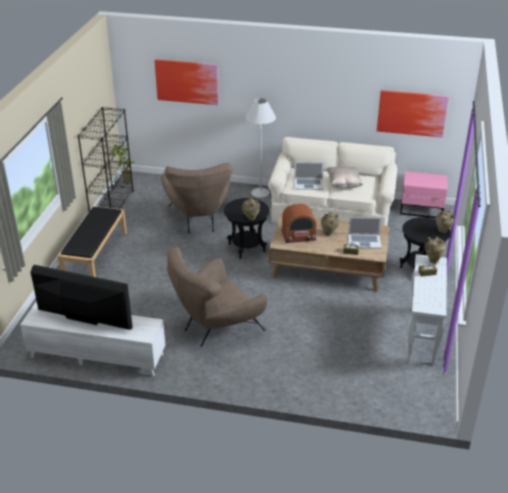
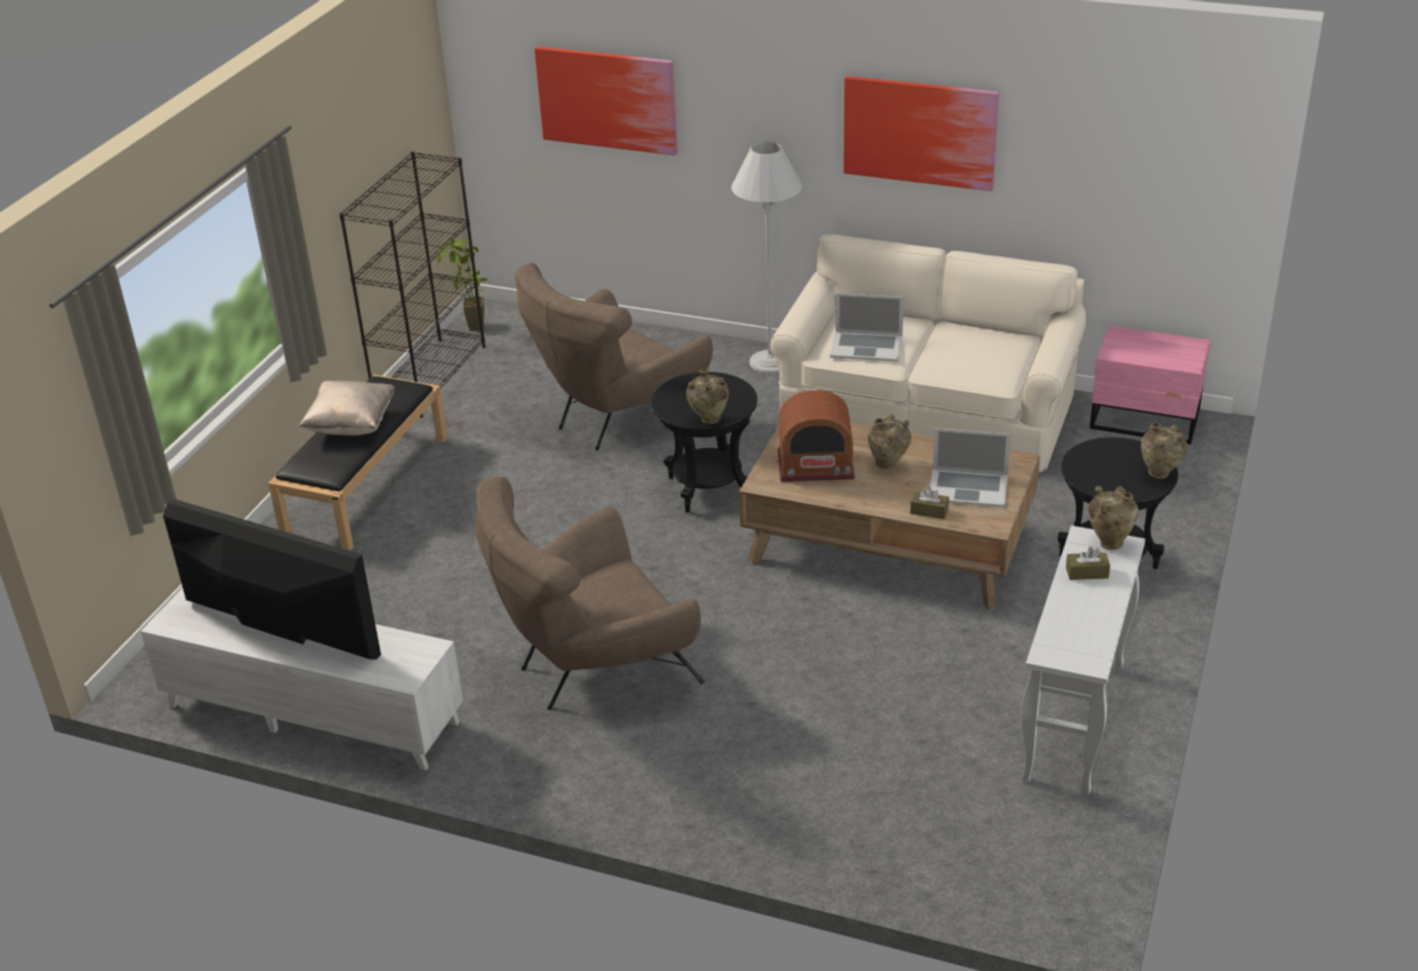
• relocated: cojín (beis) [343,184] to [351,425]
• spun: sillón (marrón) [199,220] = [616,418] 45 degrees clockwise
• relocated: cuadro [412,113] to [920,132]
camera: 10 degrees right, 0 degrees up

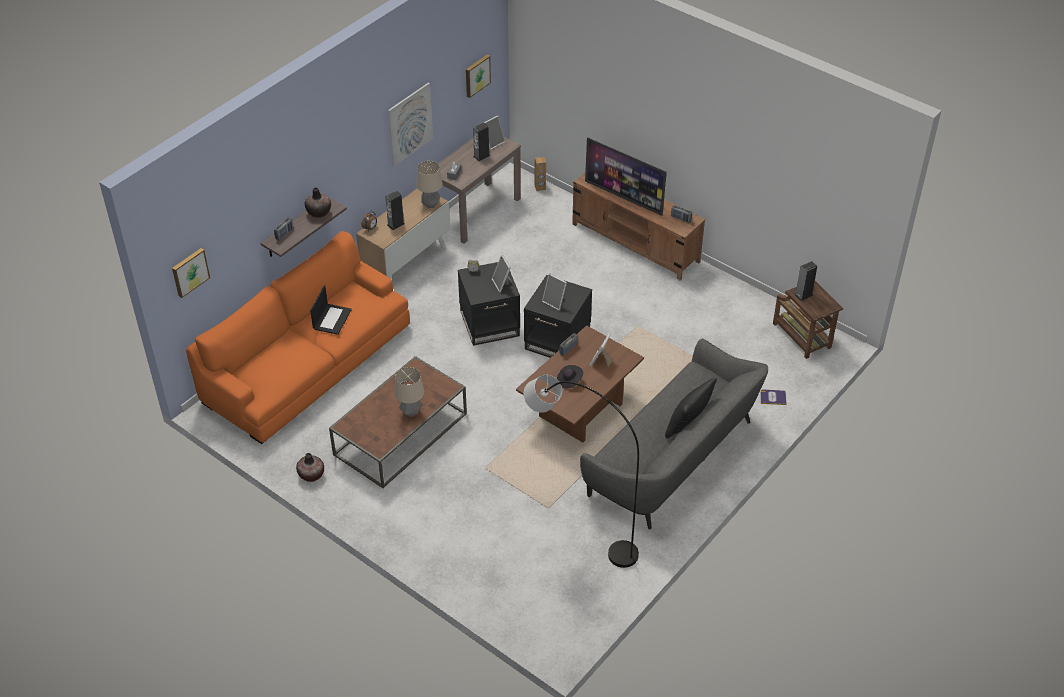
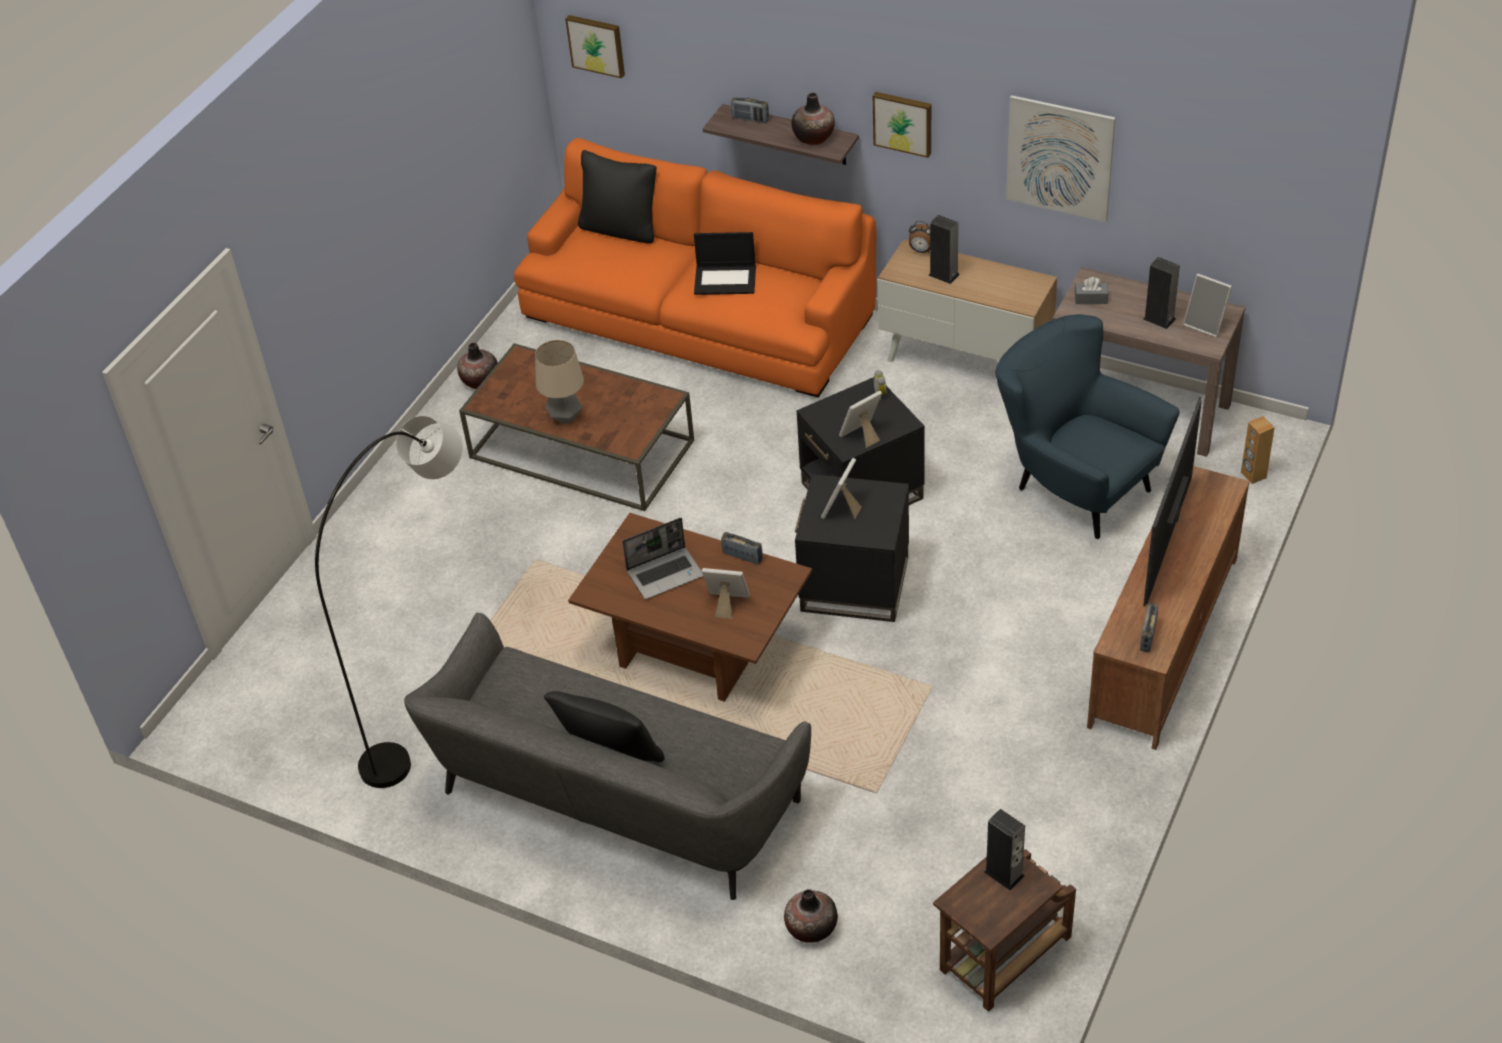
• appeared: cojín (negro) [621,229]
• exchanged: sombrero (negro) [569,381] to portátil [665,573]
• exchanged: libro [773,397] to florero [811,928]
• relocated: cuadro [476,75] to [903,122]
• appeared: sillón (azul) [1074,486]
• missing: lámpara de mesa [430,205]
camera: 80 degrees right, 0 degrees up

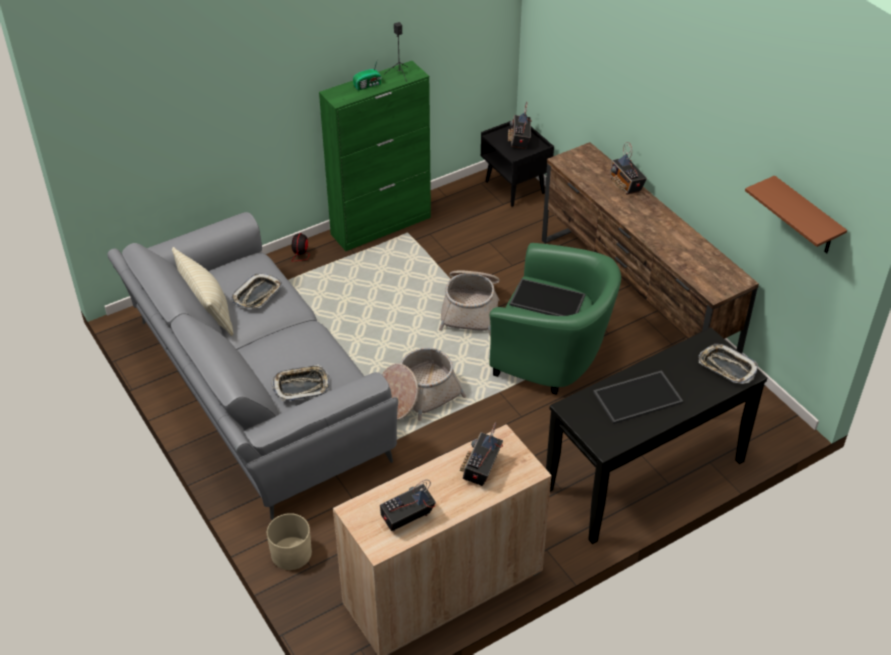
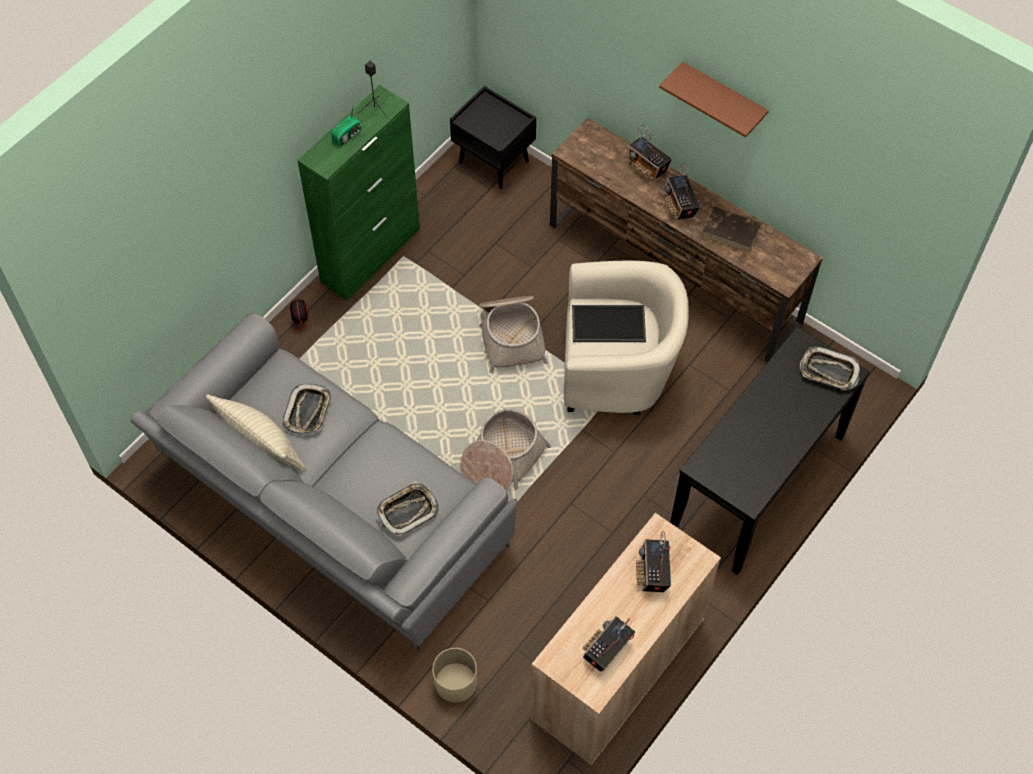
• colour: sillón (verde) [553,357] to sillón (beis) [618,370]
• relocated: estante (marrón) [806,217] to [722,99]
• relocated: radio [519,141] to [680,206]
• appeared: libro (marrón) [732,231]
• missing: bandeja [638,396]
camera: 20 degrees left, 15 degrees up

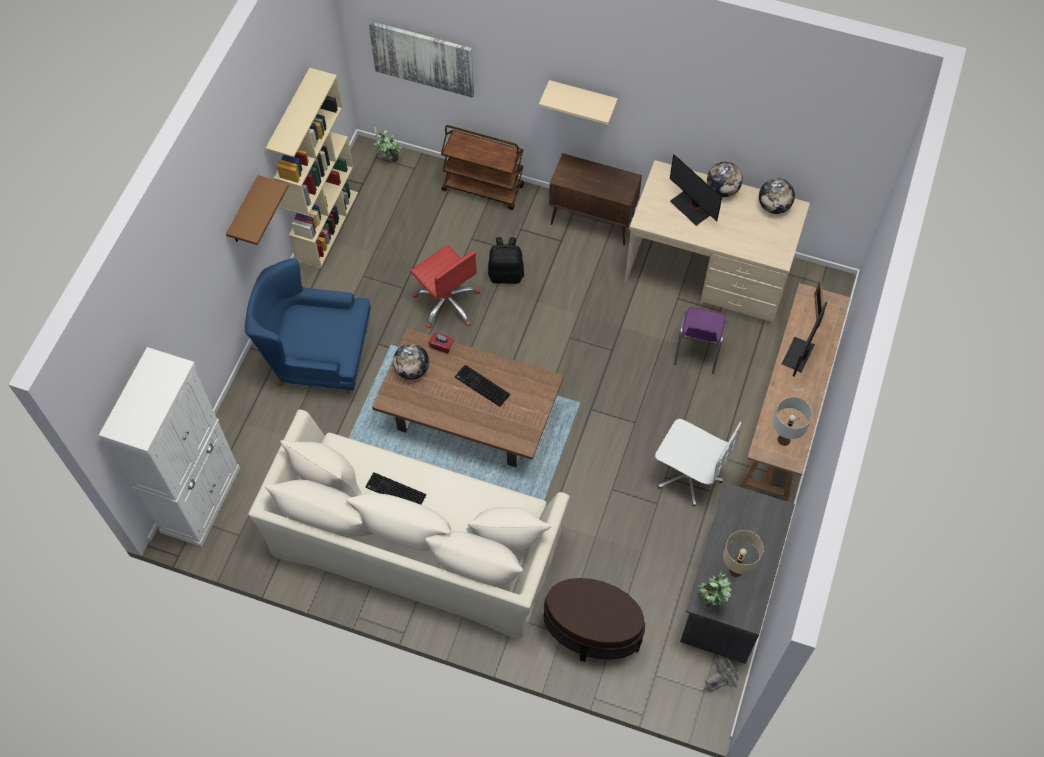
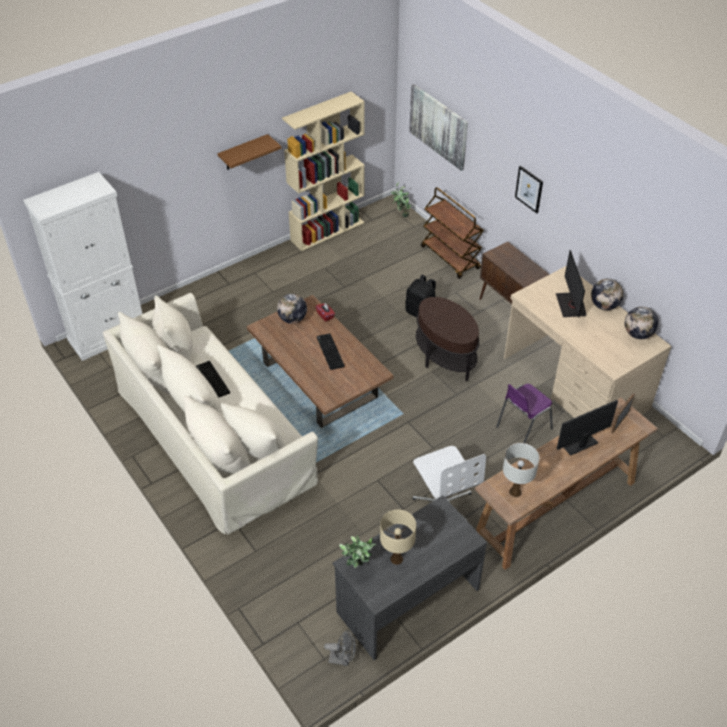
• relocated: mesa auxiliar (marrón) [592,632] to [445,357]
• exchanged: estante (beis) [582,98] to cuadro [529,189]
• missing: sillón (azul) [317,356]
• missing: silla de oficina (rojo) [447,302]
camera: 35 degrees right, 15 degrees down

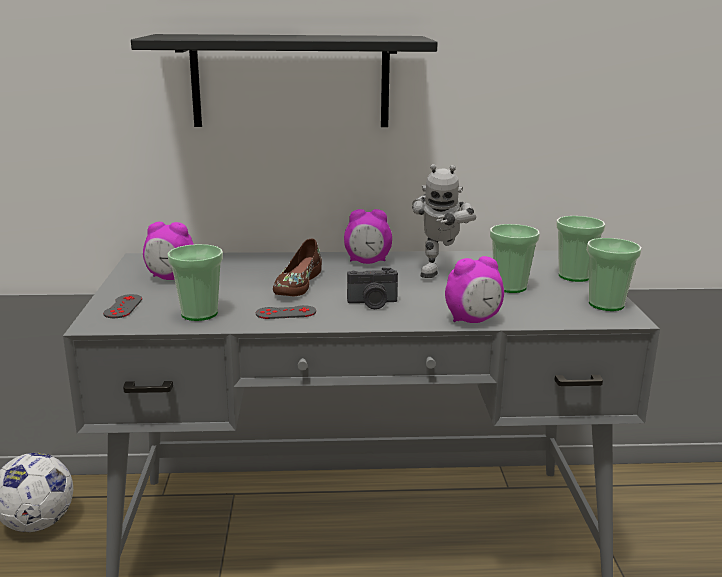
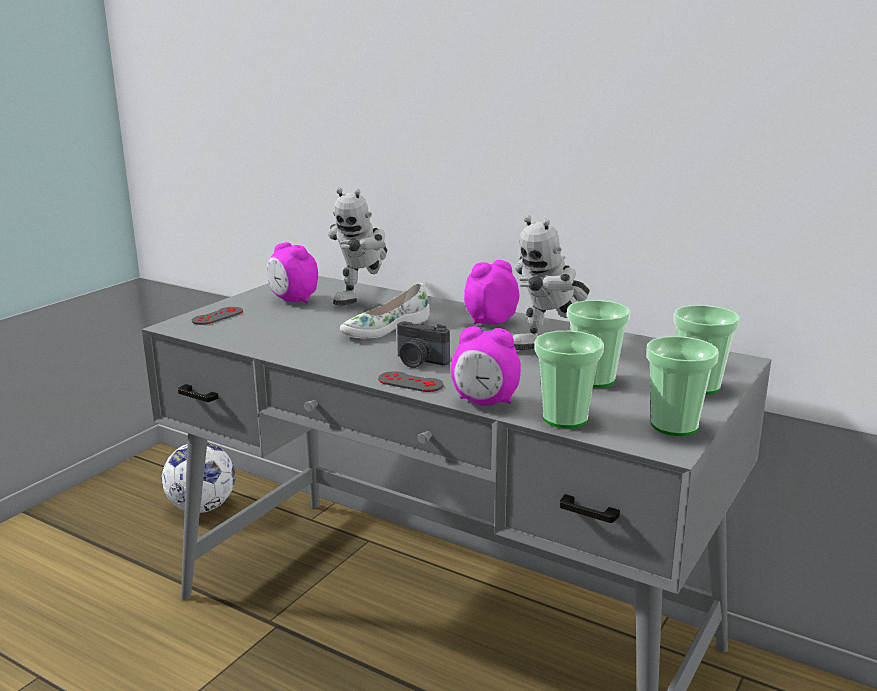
• appeared: robot de juguete [363,299]
• colour: zapato (marrón) [297,284] to zapato (blanco) [385,328]
• relocated: mando de consola (gris) [286,313] to [410,382]
• spun: despertador [367,262] = [490,321] 120 degrees clockwise
• relocated: taza [199,314] to [565,418]
• missing: estante (negro) [290,81]
camera: 35 degrees right, 0 degrees up

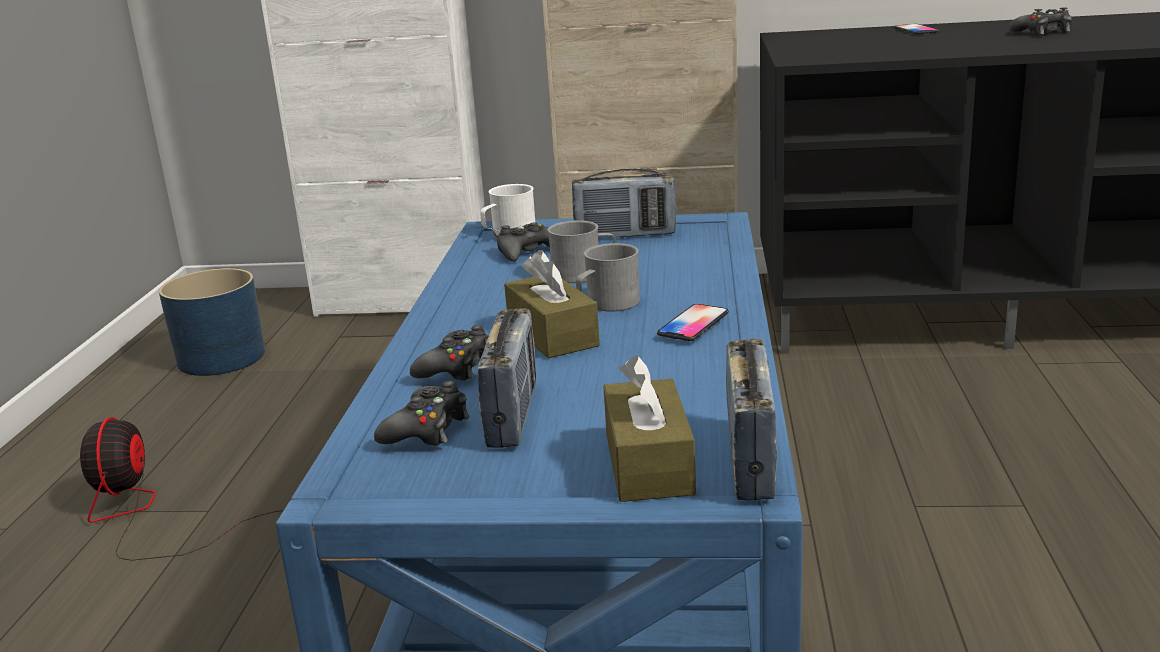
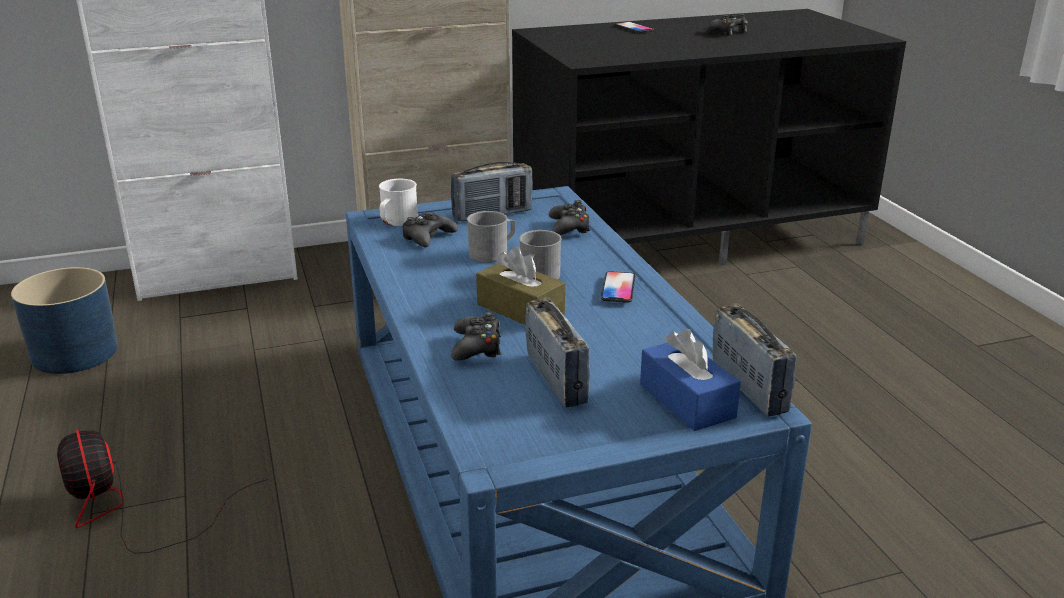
• relocated: mando de consola (negro) [426,429] to [569,227]
• colour: caja de pañuelos (marrón) [648,464] to caja de pañuelos (azul) [687,401]
camera: 25 degrees left, 5 degrees up

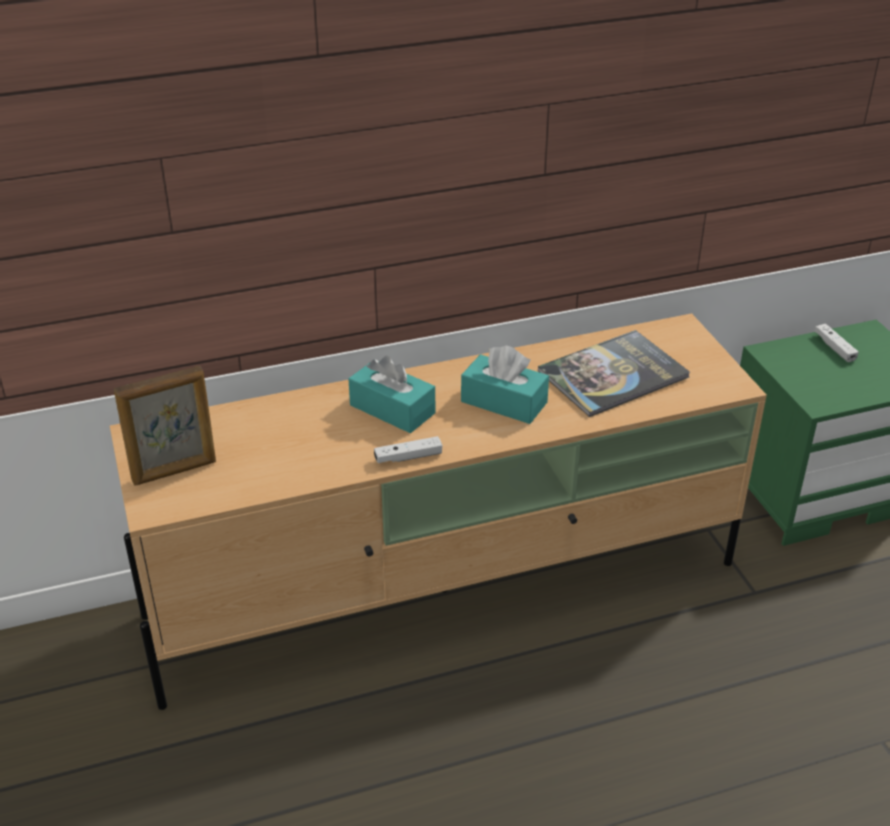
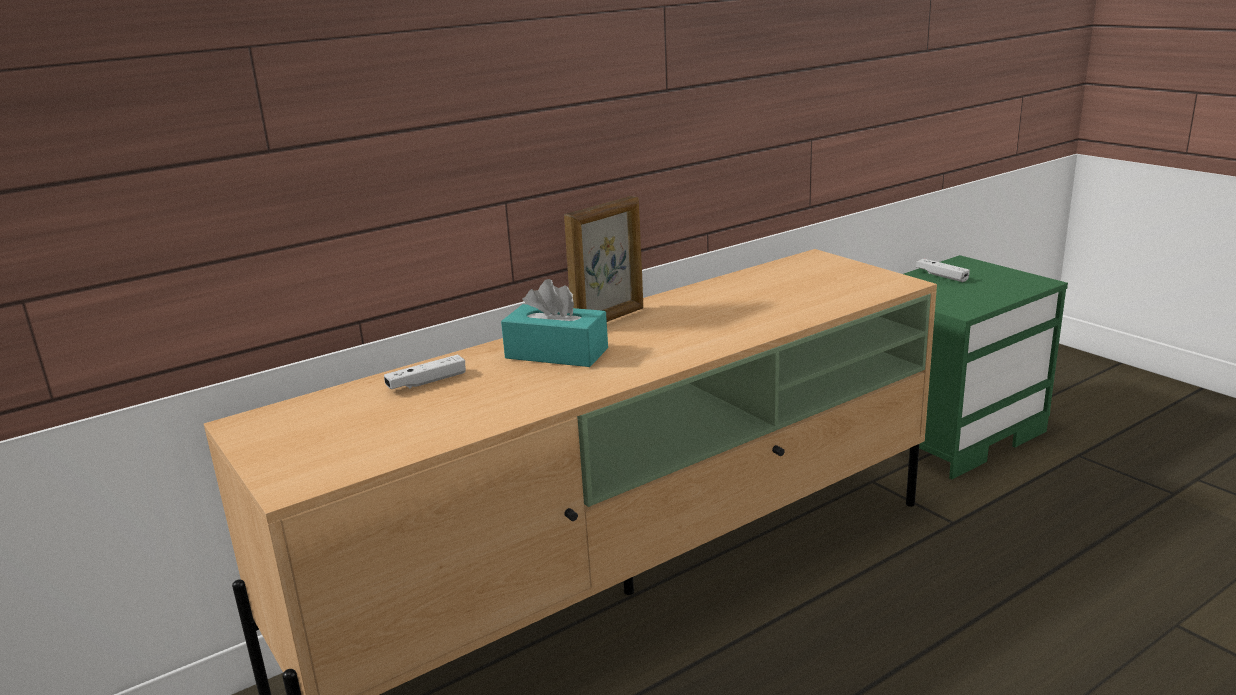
• relocated: mando de consola (blanco) [408,457] to [426,382]
• relocated: portarretratos [175,471] to [609,319]
• missing: caja de pañuelos (turquesa) [504,402]
• missing: libro [613,375]
camera: 15 degrees left, 15 degrees down

